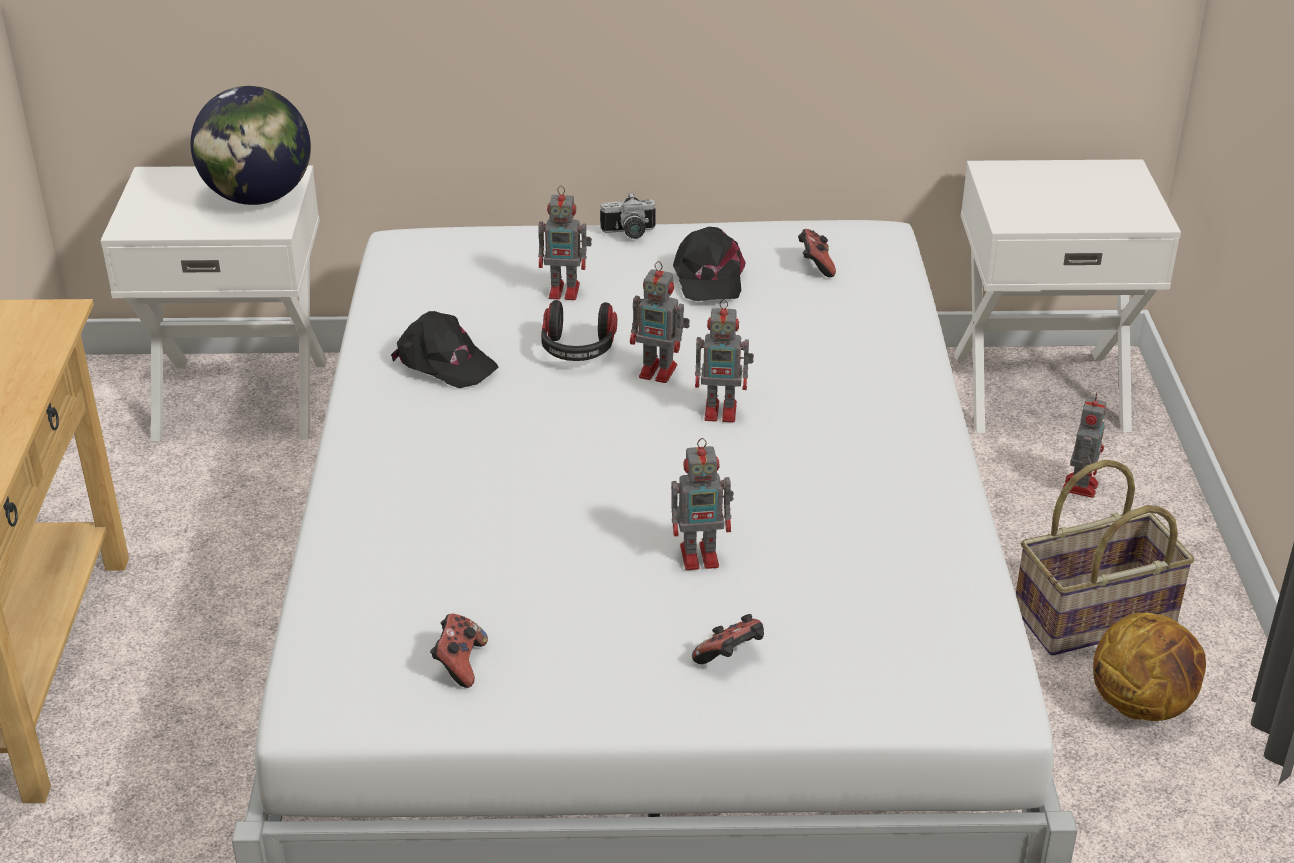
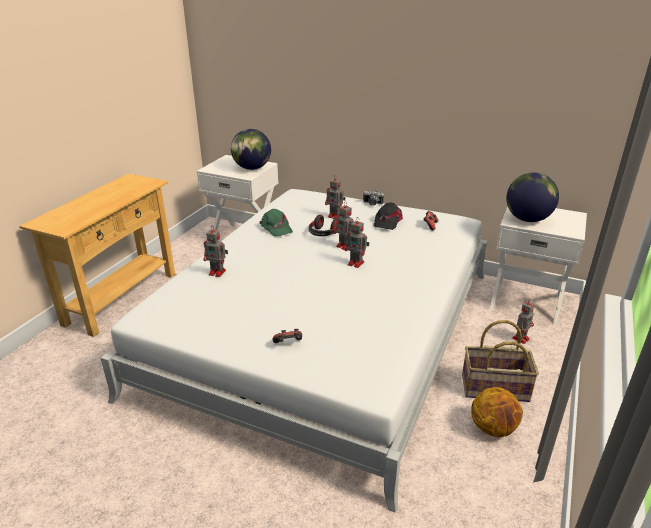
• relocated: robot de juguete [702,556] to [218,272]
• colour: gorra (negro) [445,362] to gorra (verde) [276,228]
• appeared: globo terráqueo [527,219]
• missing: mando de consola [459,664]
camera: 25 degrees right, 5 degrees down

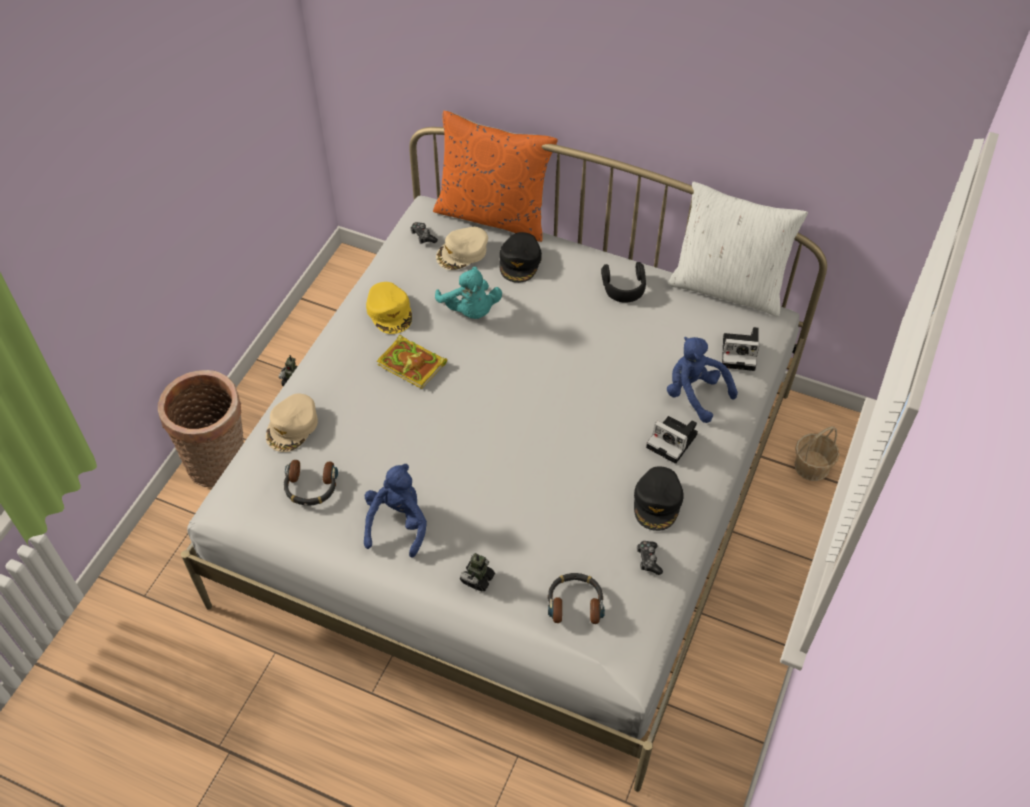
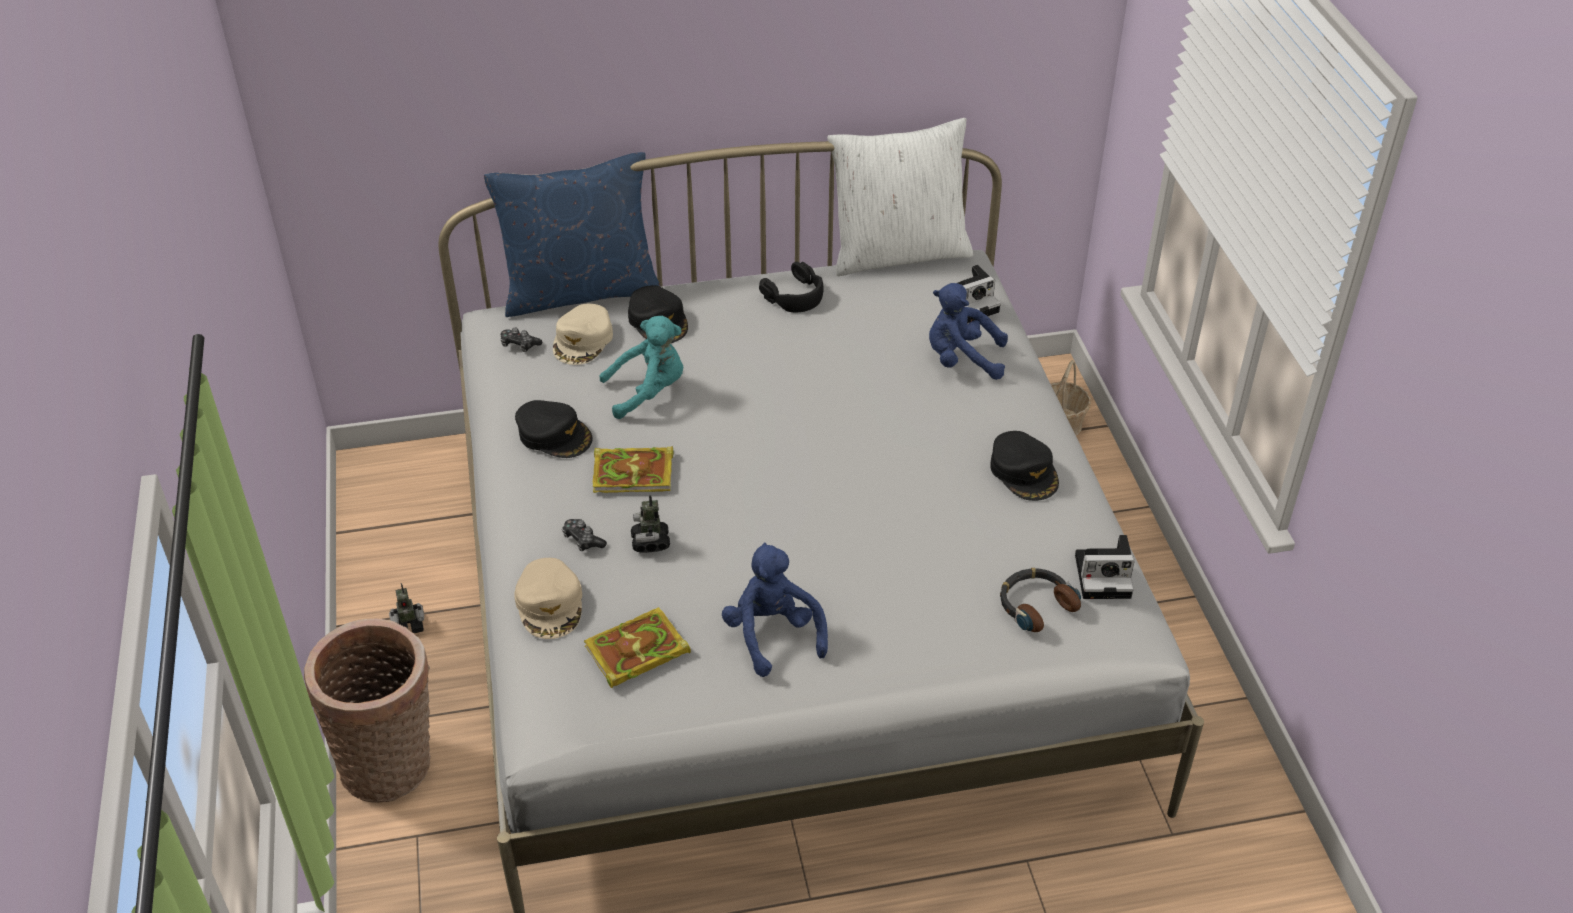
• colour: cojín (naranja) [493,215] to cojín (azul) [580,291]
• colour: gorra (amarillo) [390,311] to gorra (negro) [554,435]
• relocated: mando de consola [648,560] to [583,540]
• exchanged: auriculares [310,487] to libro [635,653]
• spun: peluche (turquesa) [470,310] = [648,391] 45 degrees counterclockwise
• relocated: robot de juguete [477,579] to [650,542]
• relocated: cámara [673,441] to [1105,575]
camera: 35 degrees left, 10 degrees down

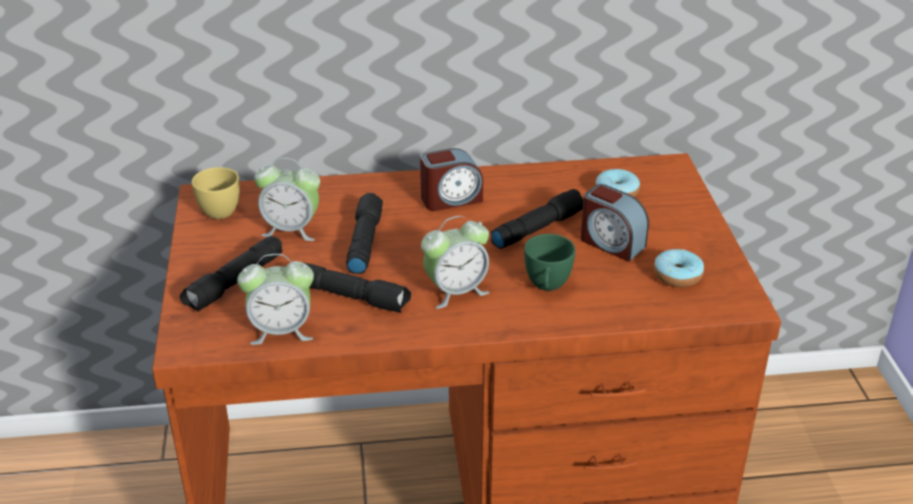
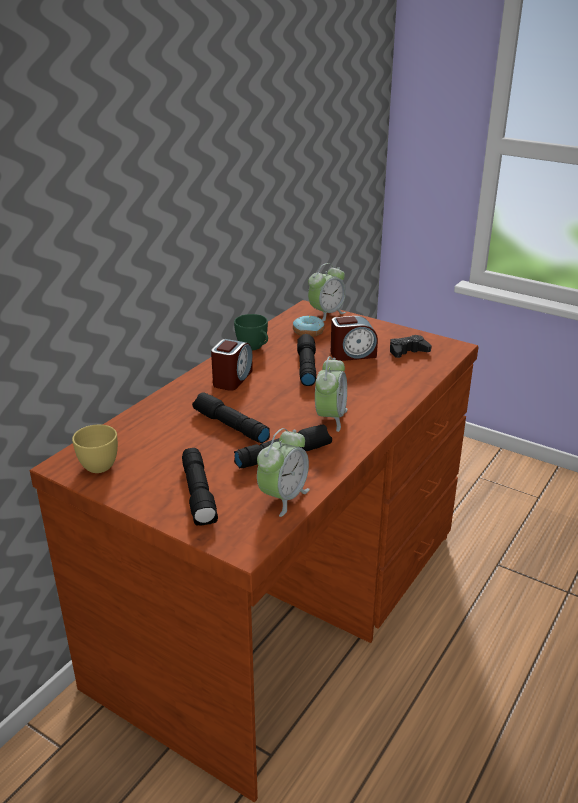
• relocated: taza (verde) [547,286] to [254,348]
• relocated: despertador [291,229] to [326,314]
• exchanged: rosquilla [677,276] to mando de consola (negro) [408,351]
camera: 50 degrees left, 5 degrees down

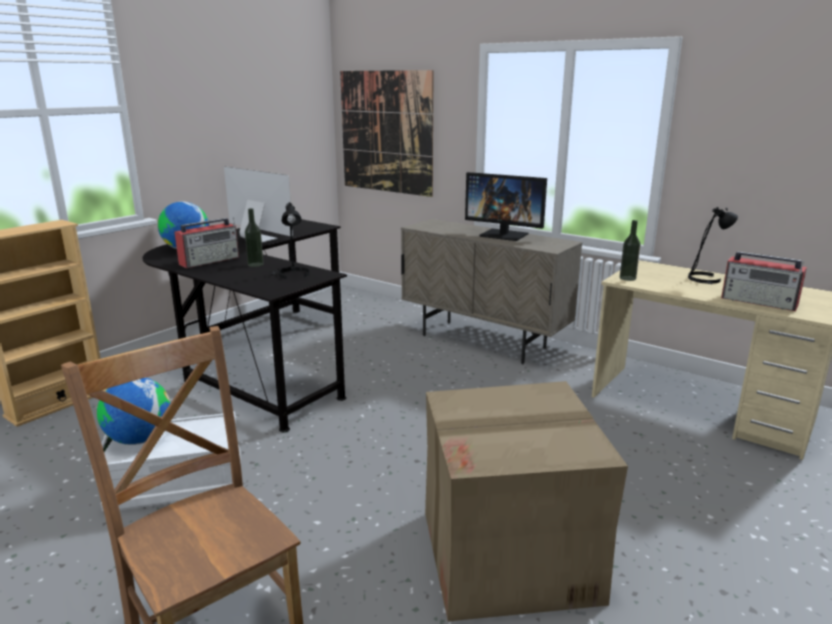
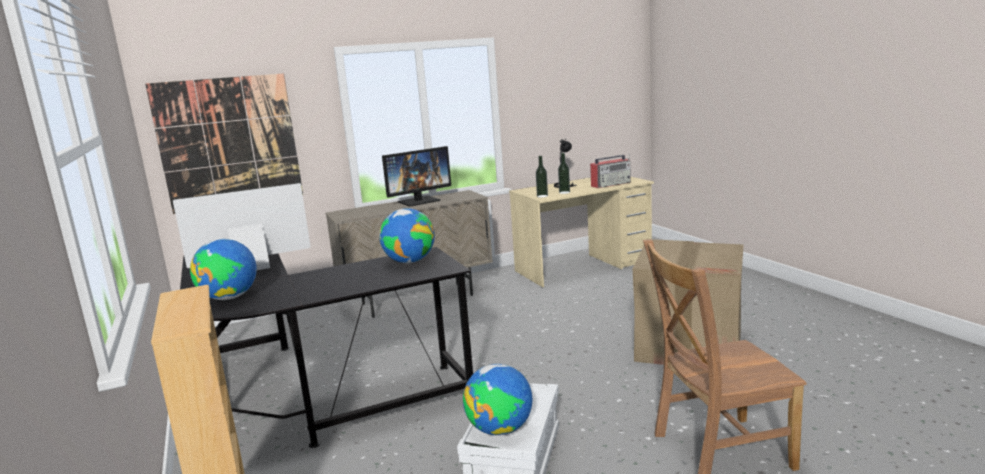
• exchanged: lámpara de mesa (negro) [292,275] to globo terráqueo [409,261]
• relocated: botella [255,264] to [564,192]
• missing: radio [210,261]
camera: 60 degrees left, 5 degrees down

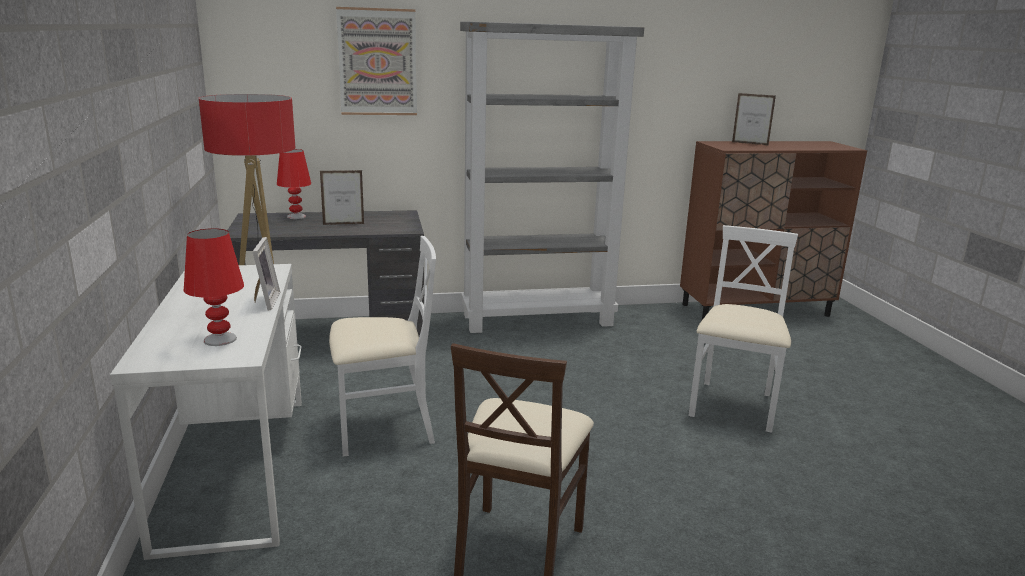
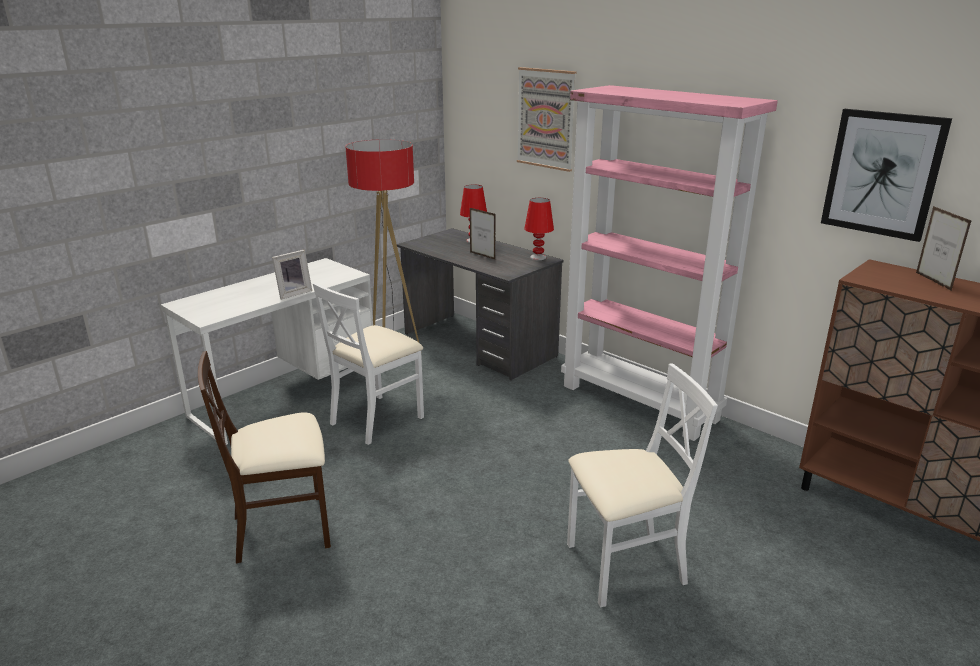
• spun: silla (blanco) [384,429] = [376,419] 90 degrees clockwise
• relocated: lámpara de mesa (rojo) [220,339] to [538,257]
• colour: estantería (gris) [538,319] to estantería (rosa) [640,402]
• appeared: cuadro [882,174]
camera: 55 degrees right, 5 degrees up

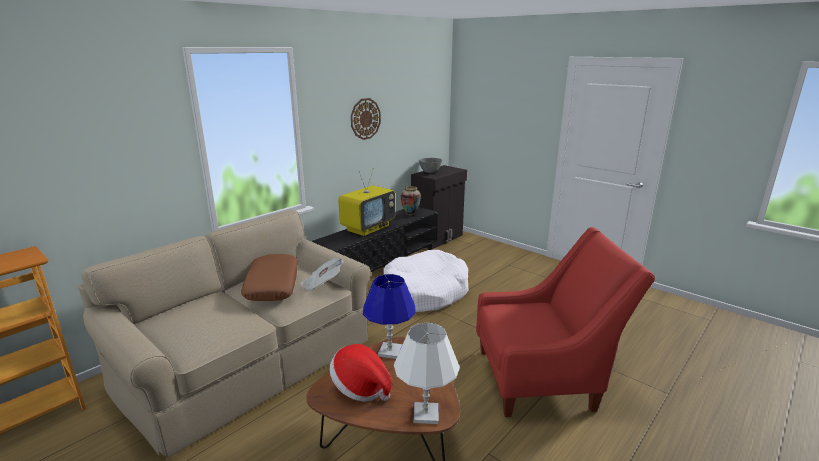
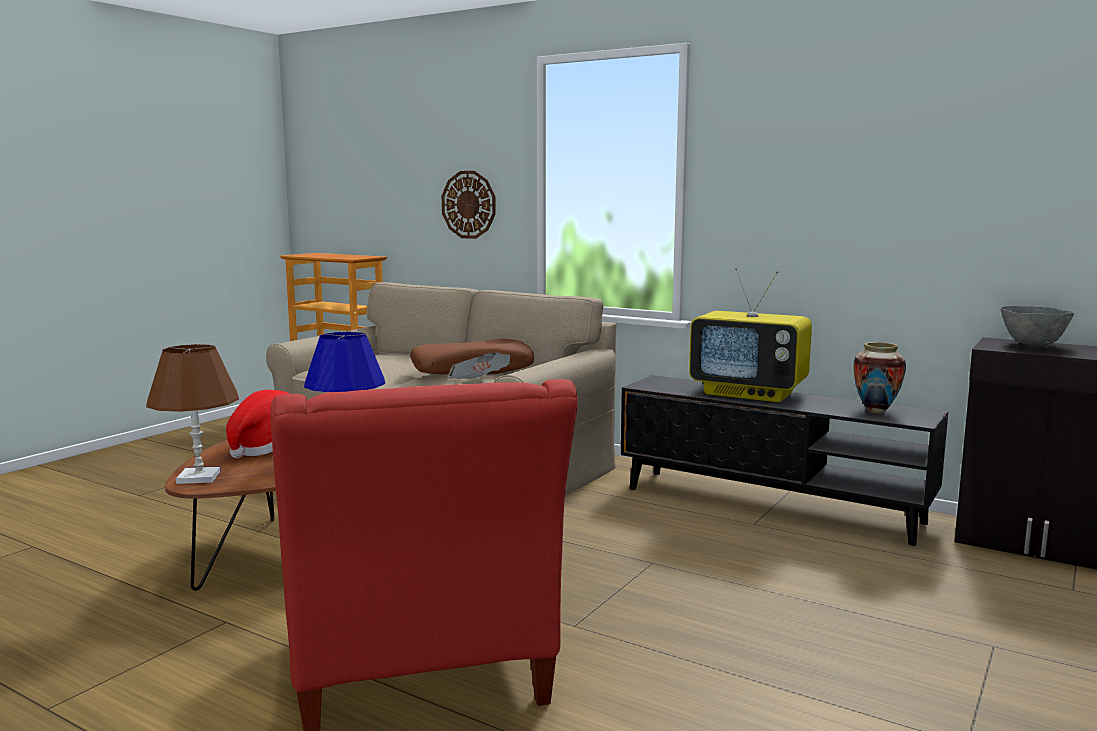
• colour: lámpara de mesa (blanco) [426,414] to lámpara de mesa (marrón) [199,477]
• relocated: reloj de pared [365,119] to [469,204]
• missing: cama para perro (blanco) [424,292]
camera: 80 degrees right, 10 degrees down

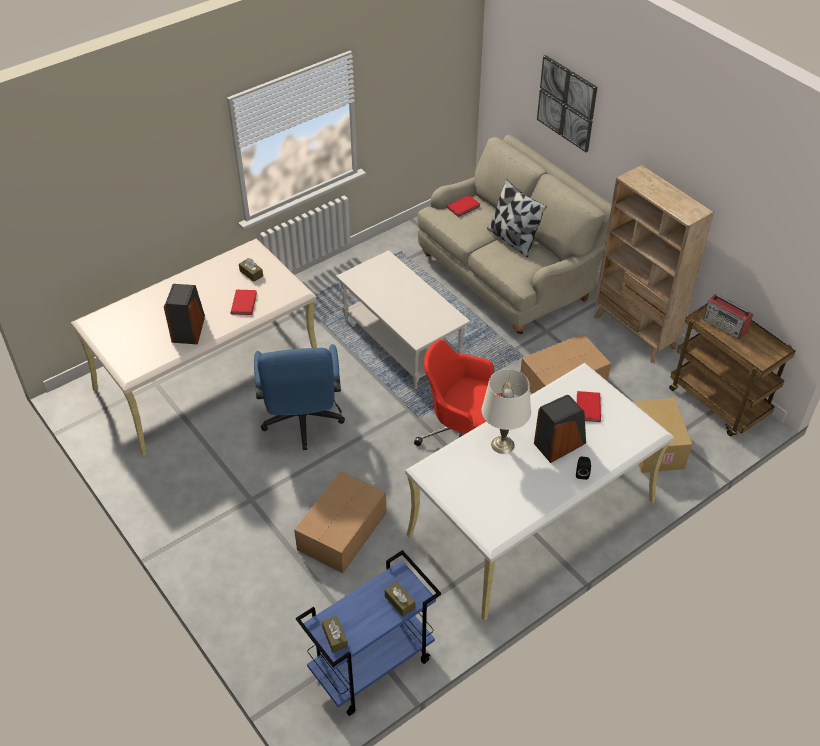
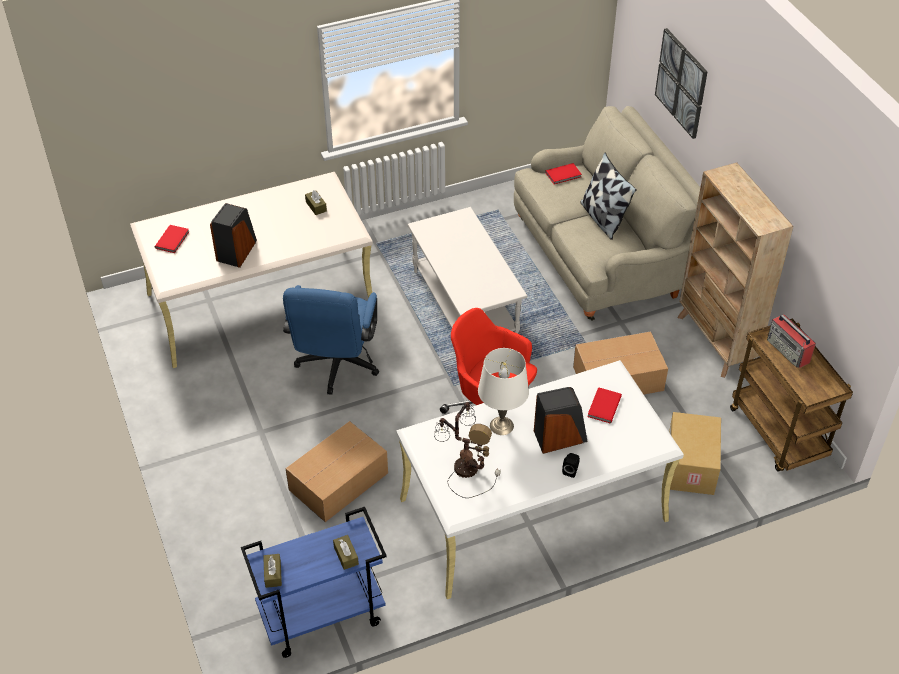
• relocated: libro (rojo) [245,303] to [173,240]
• appeared: lámpara de mesa [465,467]
camera: 15 degrees right, 0 degrees up

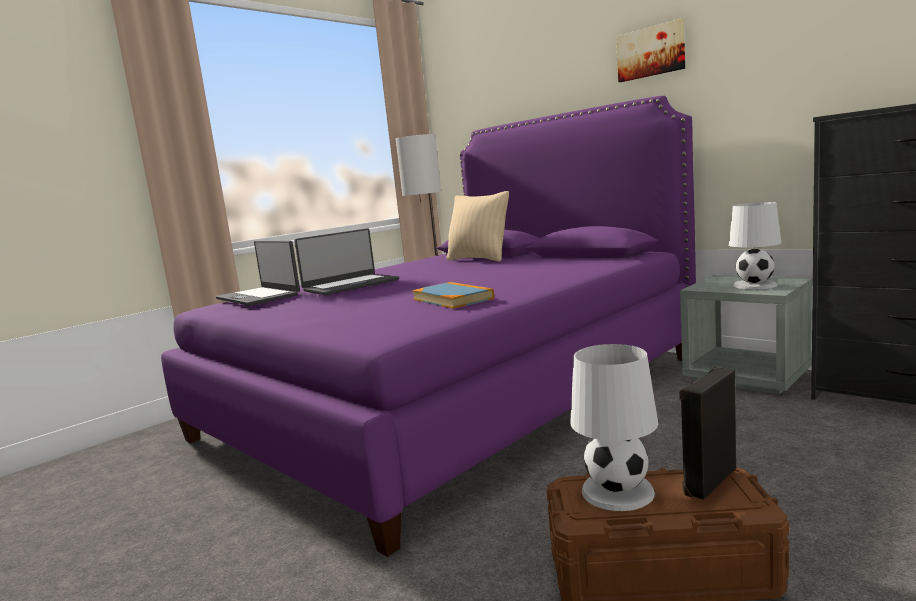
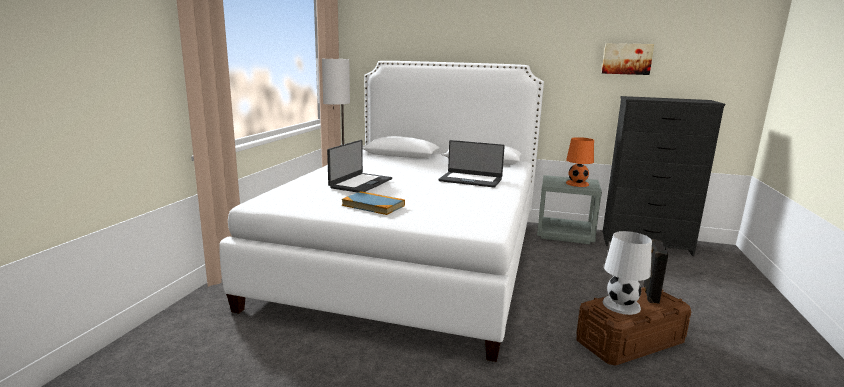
• colour: cama (morado) [456,396] to cama (blanco) [411,257]
• relocated: libro [452,299] to [373,205]
• relocated: portátil [259,296] to [470,180]
• colour: lámpara de mesa (blanco) [754,285] to lámpara de mesa (naranja) [577,184]
• relocated: cuadro [651,52] to [626,59]
• missing: cojín (beis) [479,259]
camera: 30 degrees left, 5 degrees up

